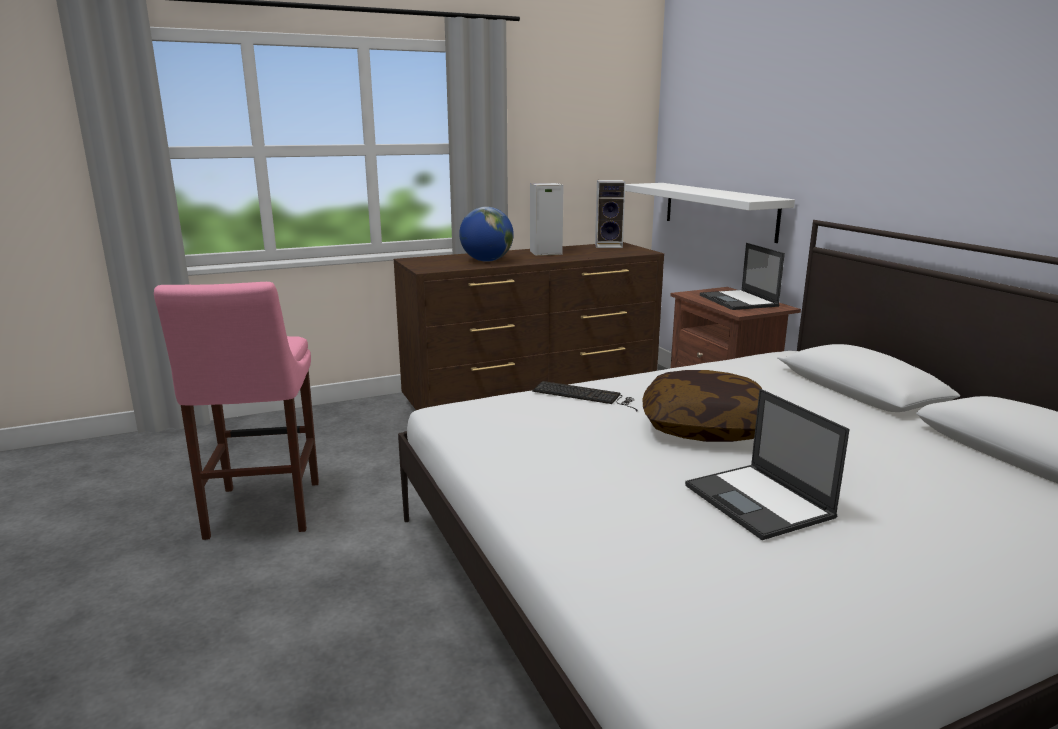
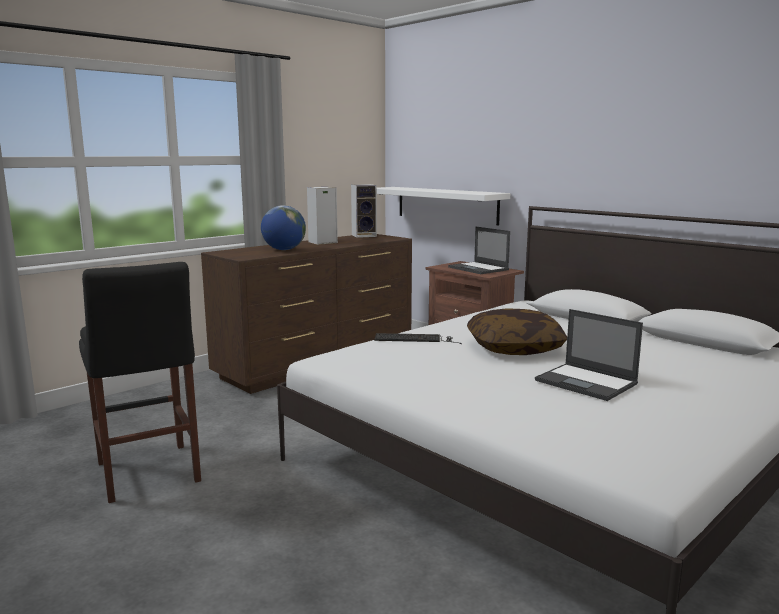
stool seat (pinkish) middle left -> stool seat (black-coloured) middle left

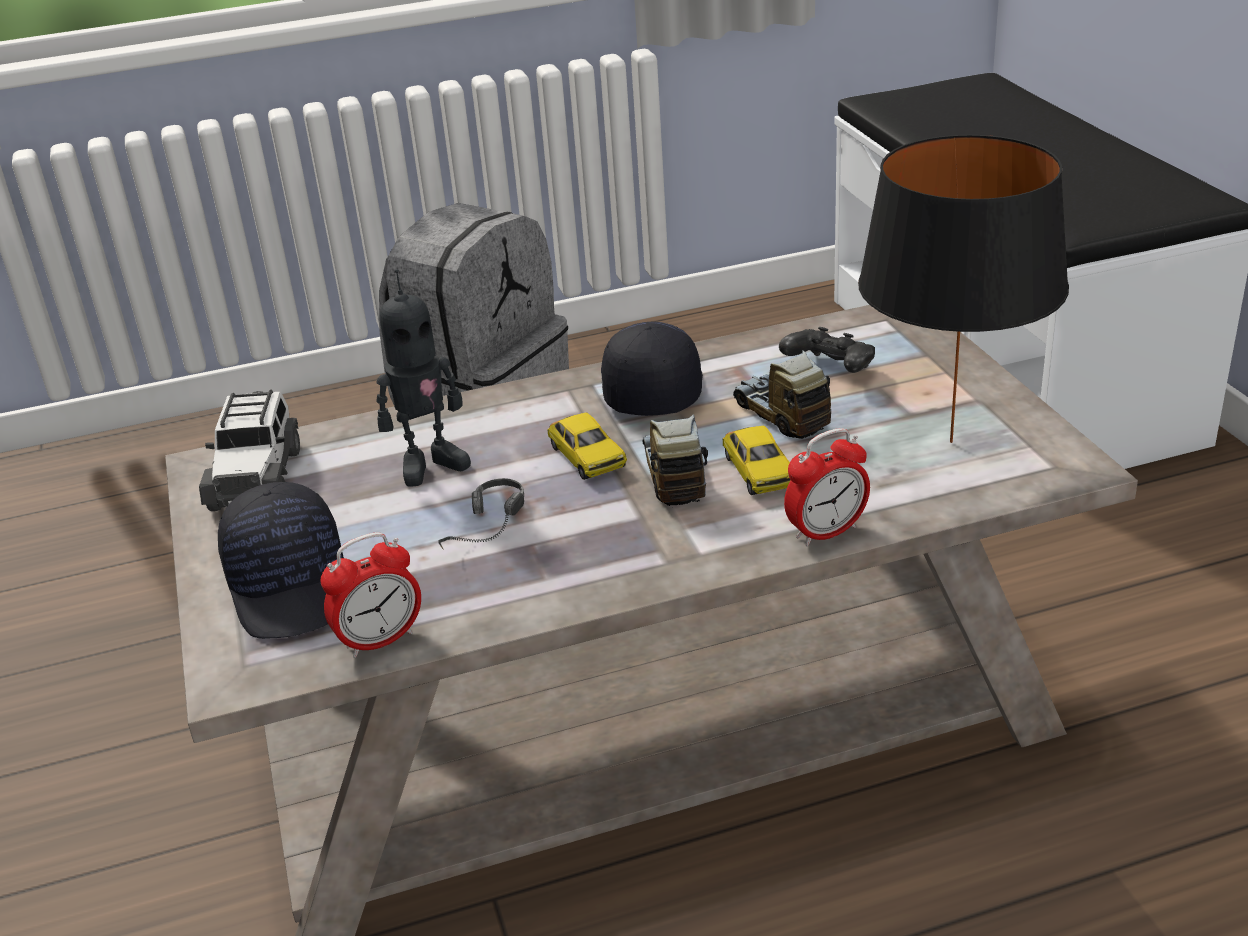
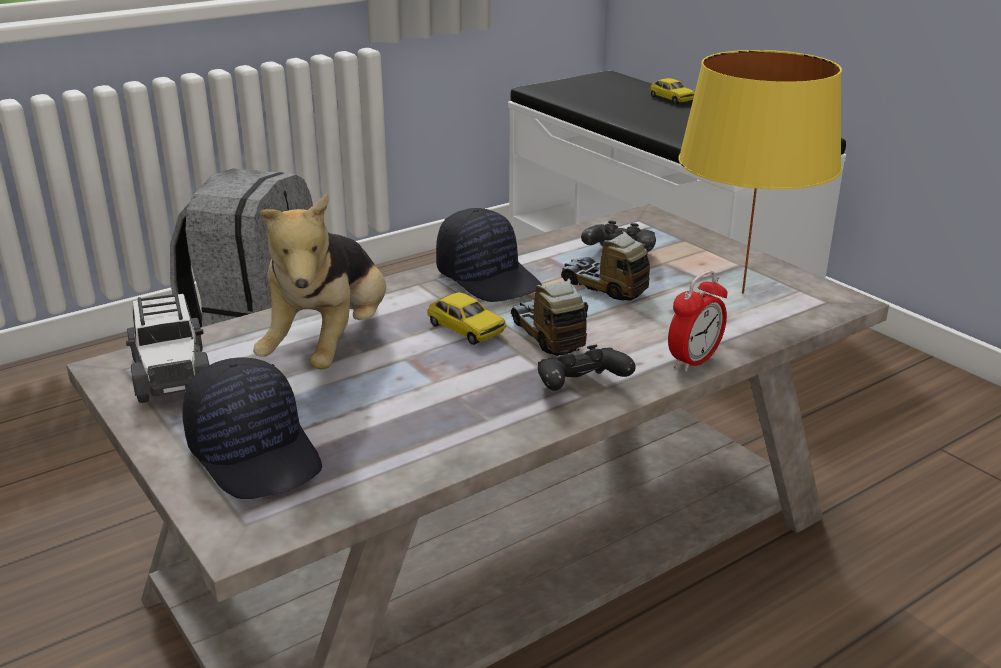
bedside clock (1st from left) middle left -> none
pair of headphones centre -> none
none -> gamepad (black-coloured) (1st from left) centre
toy car (3rd from left) centre -> toy car (3rd from left) top right, moved
toy robot centre -> cuddly toy middle left
table lamp (black-coloured) top right -> table lamp (yellow-coloured) top right
cap (black-coloured) (2nd from left) centre, 150 degrees clockwise

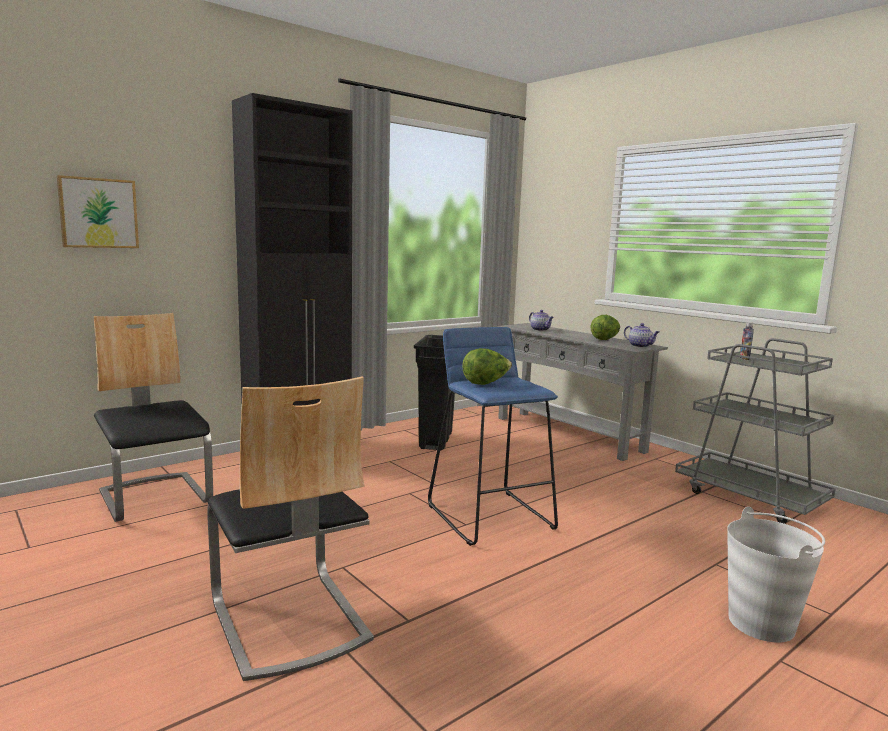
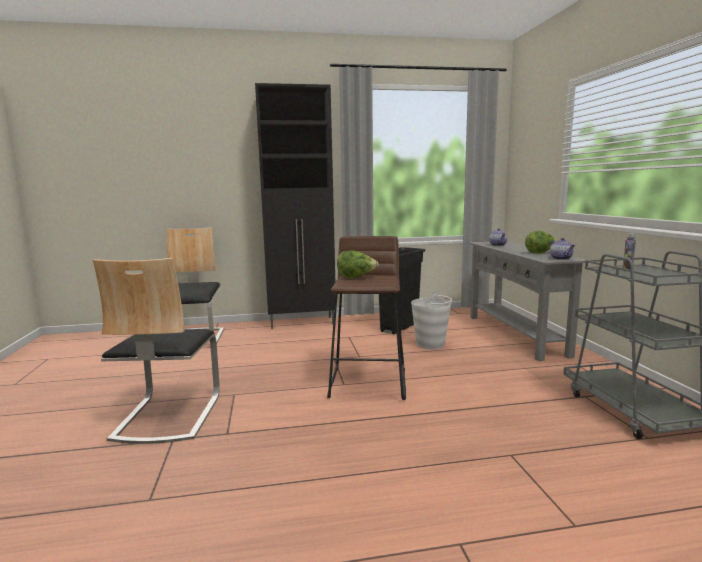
wall art top left -> none
water bucket (whitish) bottom right -> water bucket (whitish) centre, moved
stool seat (blue-coloured) centre -> stool seat (brown) centre

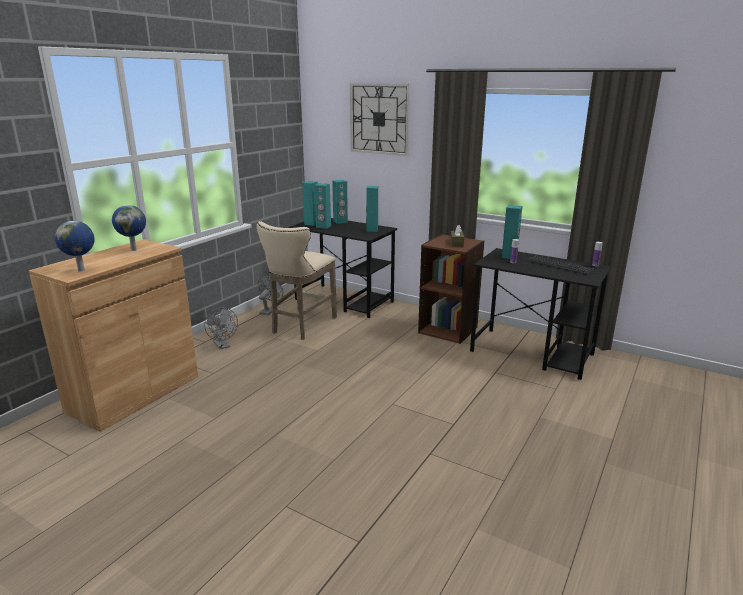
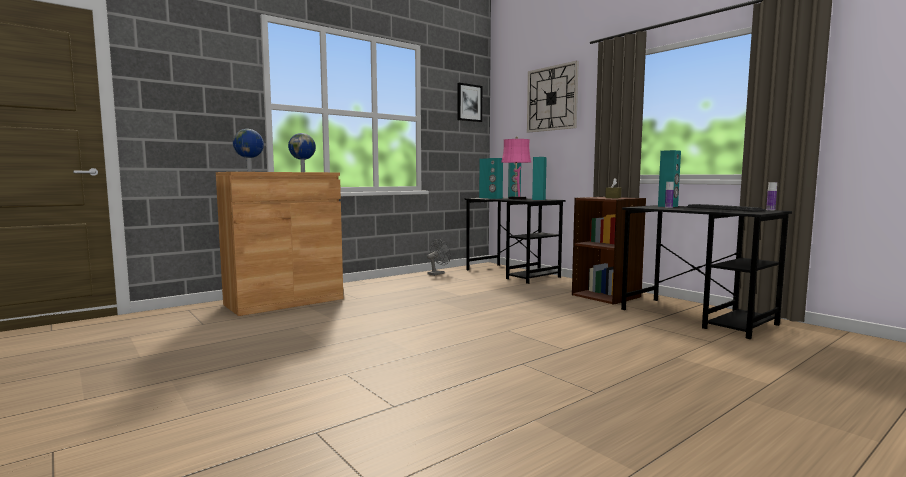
fan (greyish) (1st from left) middle left -> none
stool seat (beige) centre -> none
none -> wall art top centre
none -> table lamp (pinkish) centre

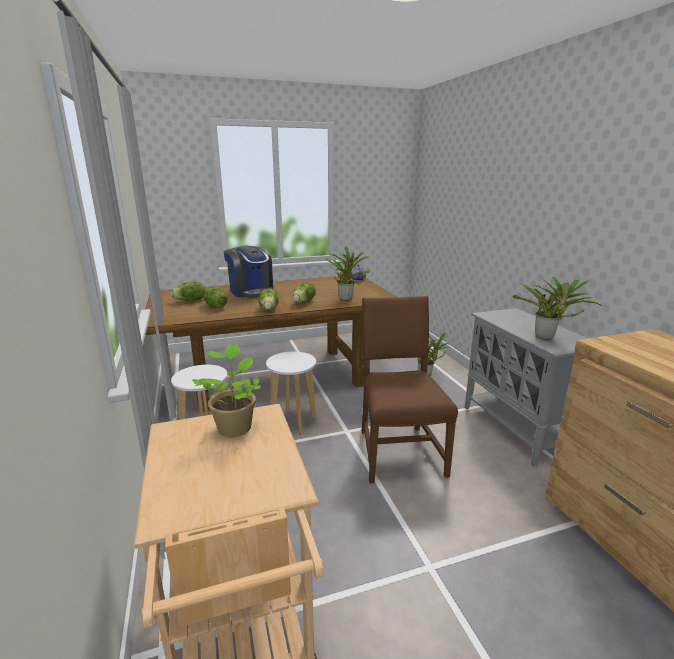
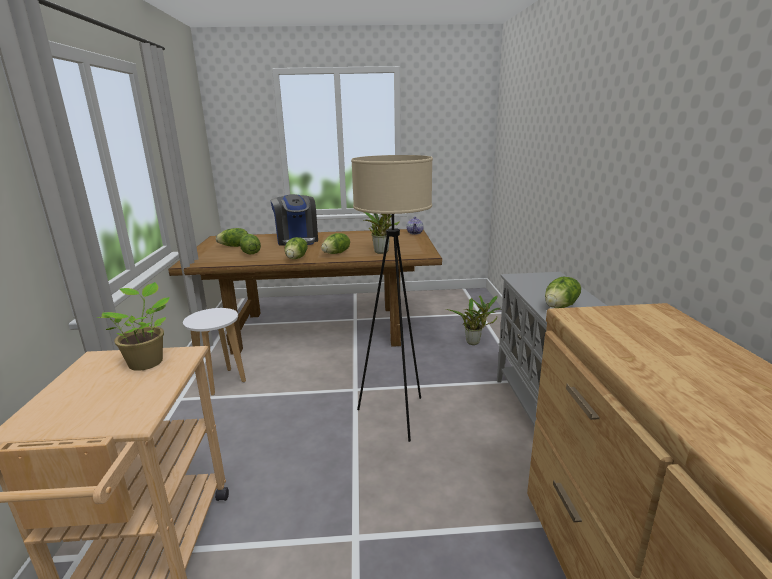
stool seat (whitish) (2nd from left) centre -> none
plain chair (brown) centre -> floor lamp (beige) centre
plant in a pot (4th from left) middle right -> lettuce head (5th from left) middle right

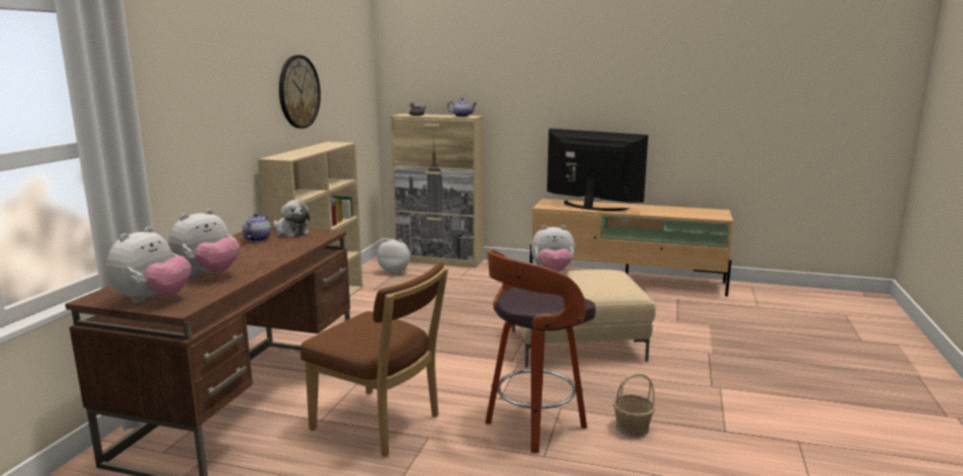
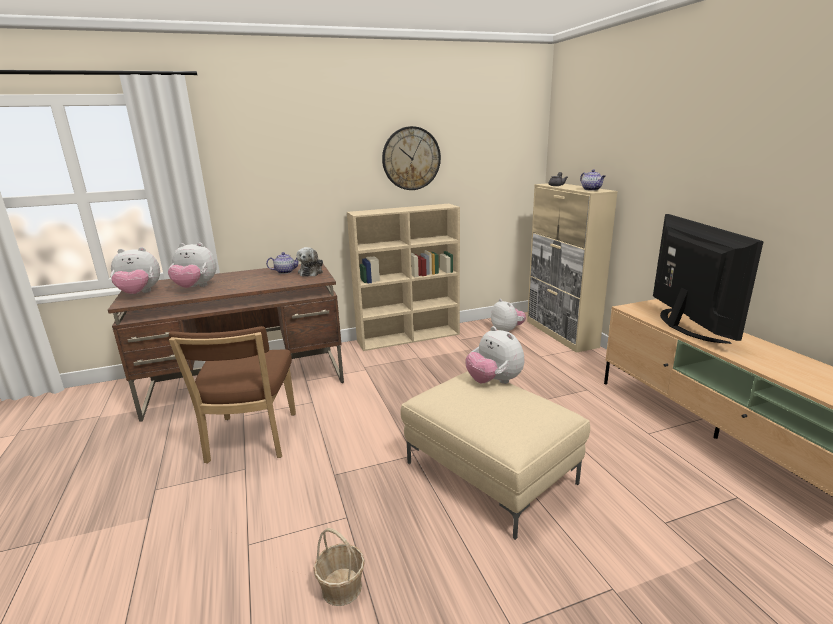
stool seat bottom centre -> none

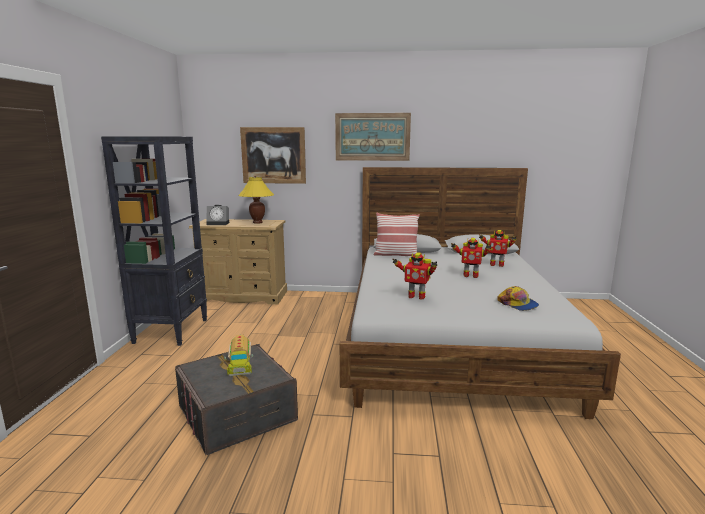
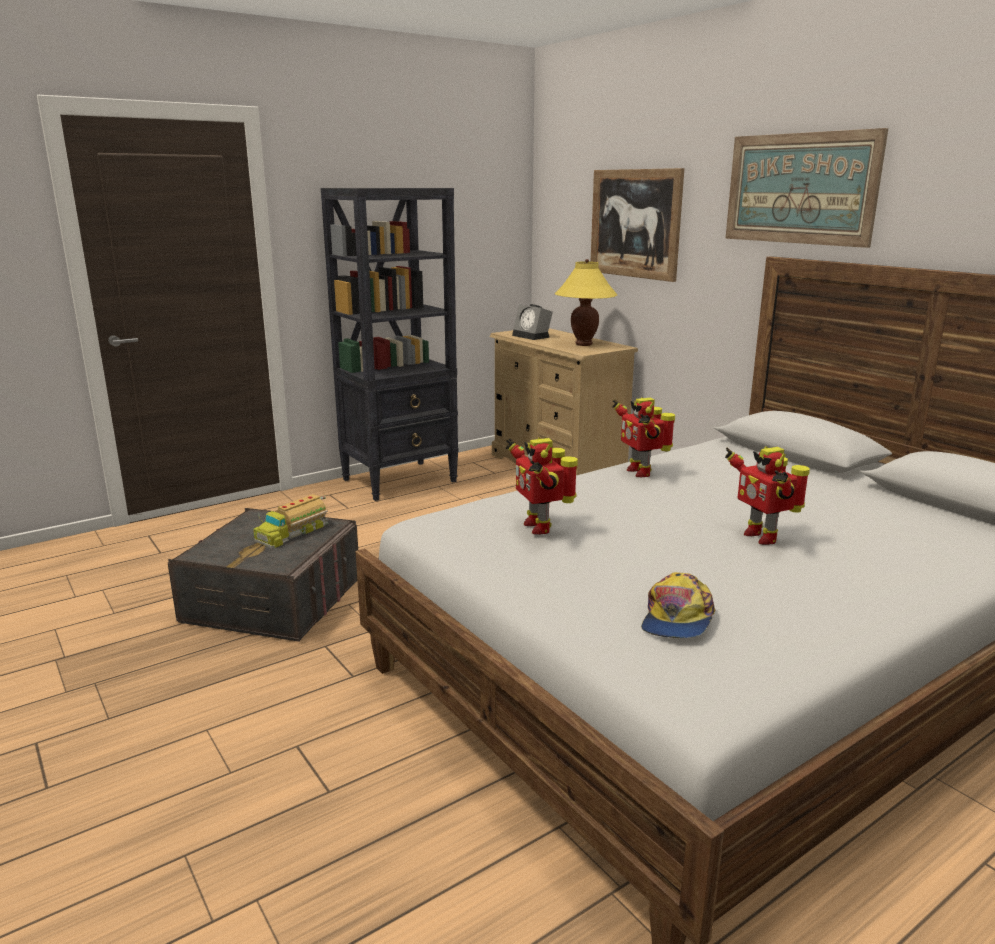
cushion centre -> none
toy robot (3rd from left in the first image) middle right -> toy robot (2nd from left) centre, moved

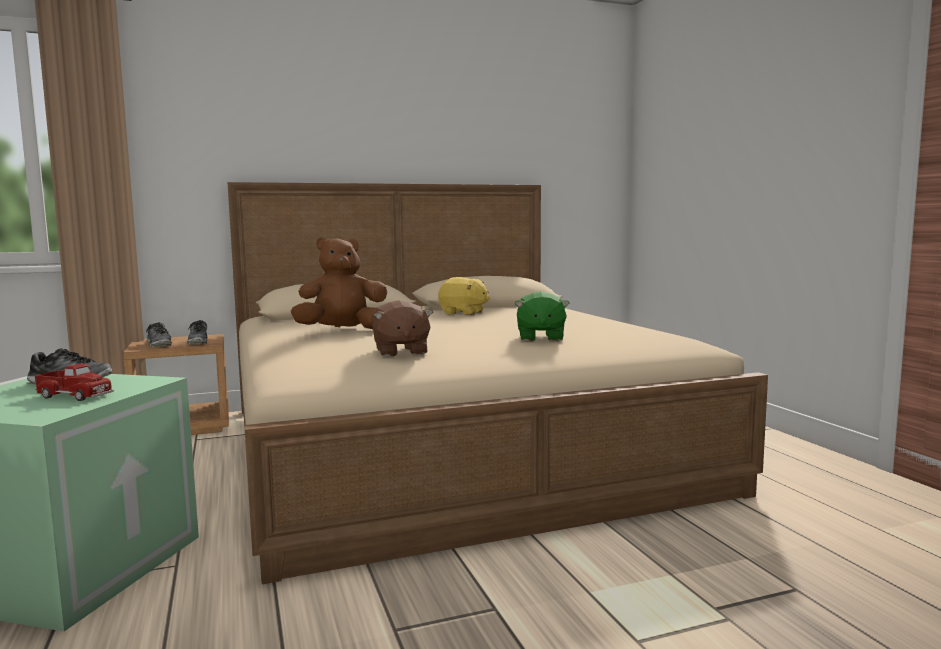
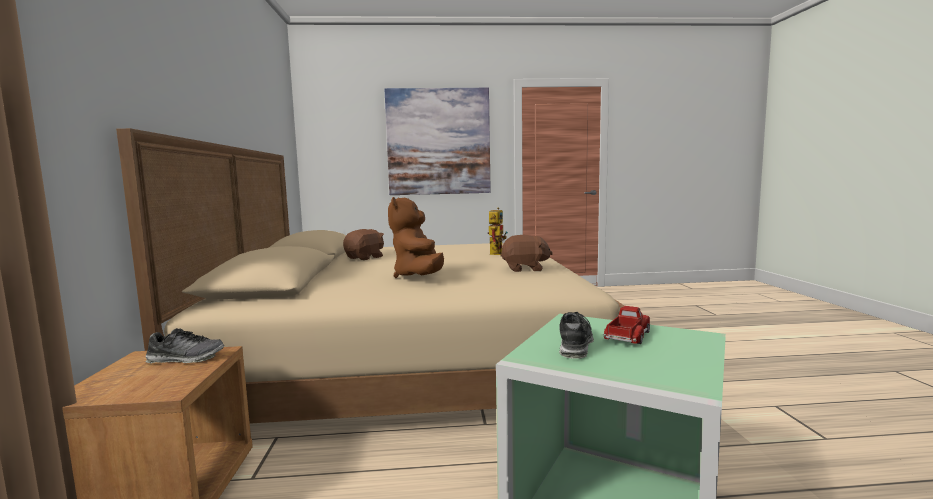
shoe (2nd from left) middle left -> none
none -> wall art top centre
cuddly toy (green) centre -> toy robot centre
cuddly toy (yellow-coloured) centre -> cuddly toy (brown) (1st from left) centre

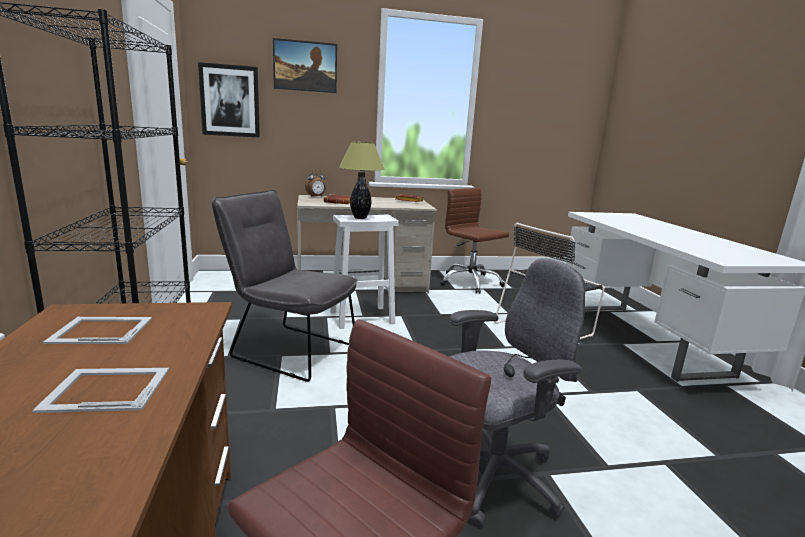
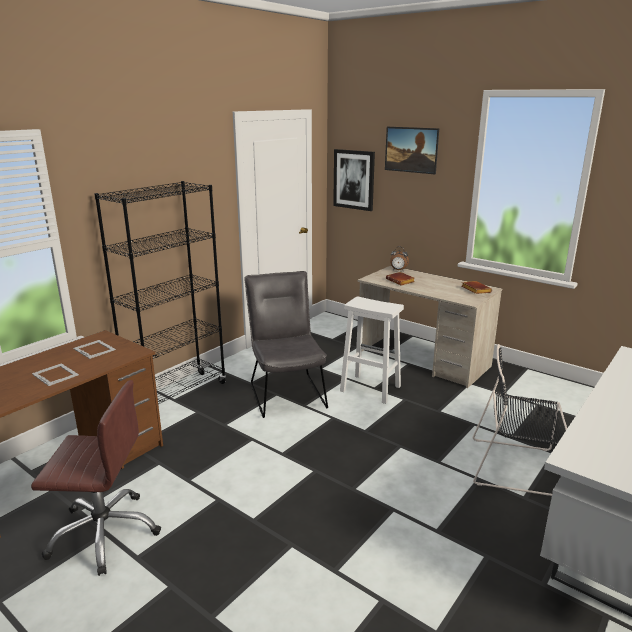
table lamp centre -> none
desk chair (brown) (2nd from left) centre -> none
desk chair (greyish) bottom centre -> none

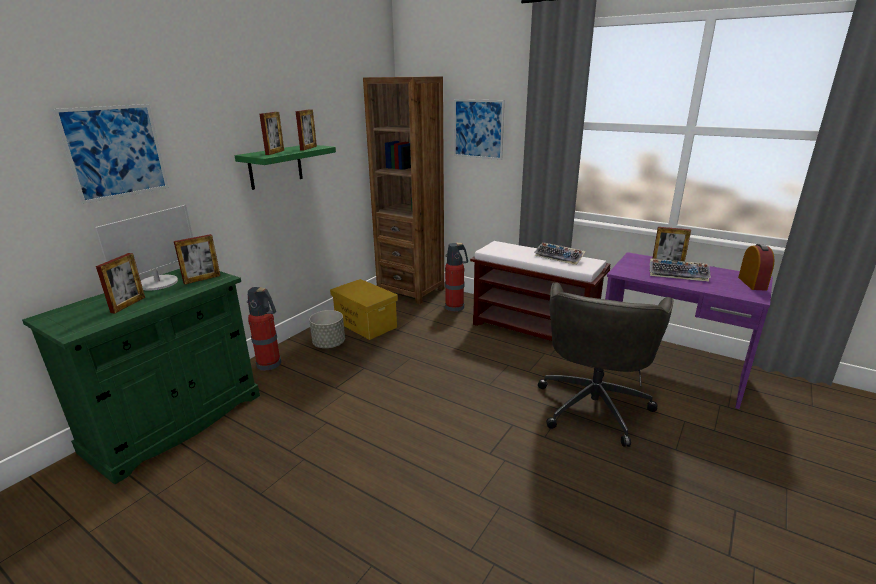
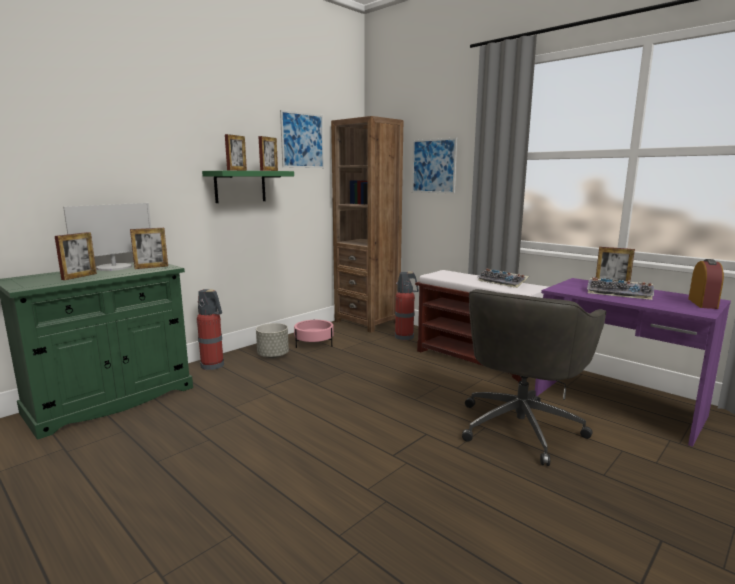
wall art (1st from left) top left -> wall art (1st from left) top centre, moved
storage container (yellow-coloured) centre -> flower pot (pinkish) centre

